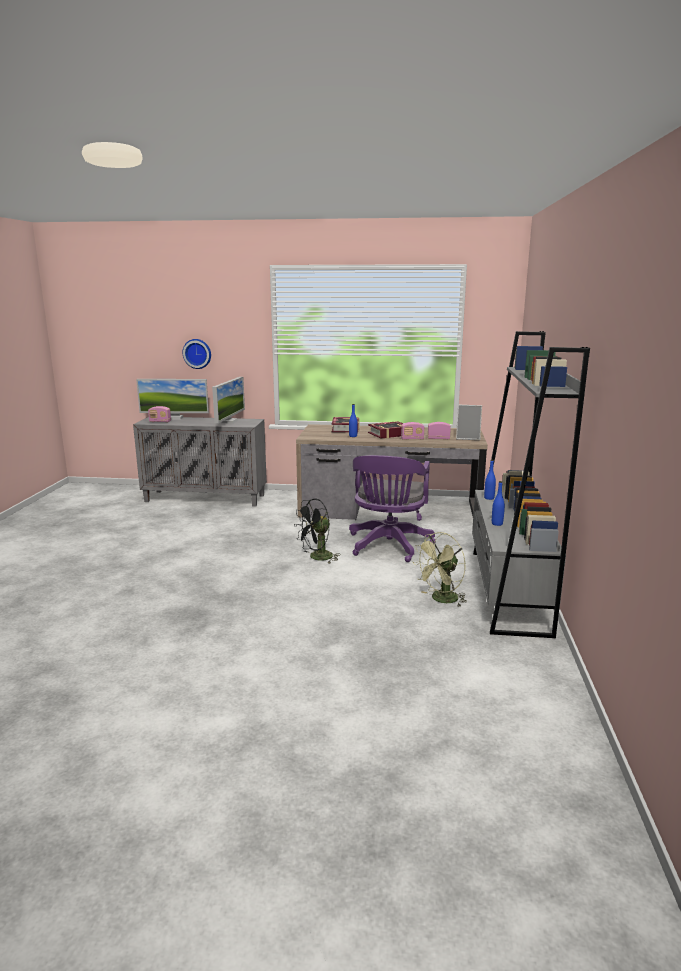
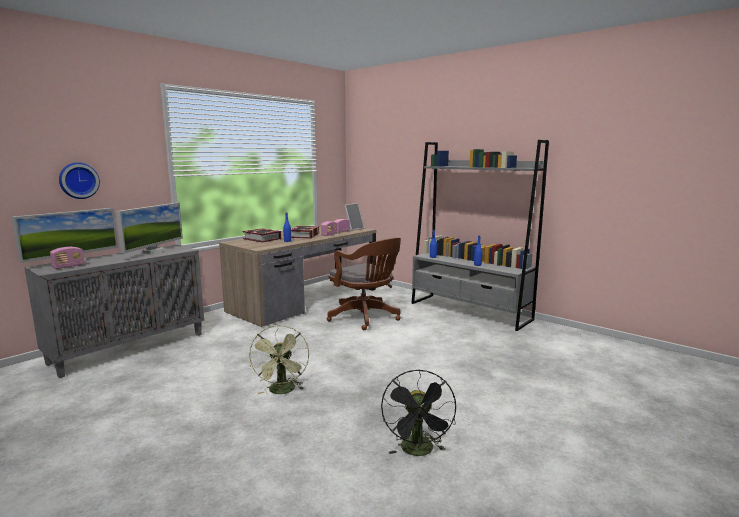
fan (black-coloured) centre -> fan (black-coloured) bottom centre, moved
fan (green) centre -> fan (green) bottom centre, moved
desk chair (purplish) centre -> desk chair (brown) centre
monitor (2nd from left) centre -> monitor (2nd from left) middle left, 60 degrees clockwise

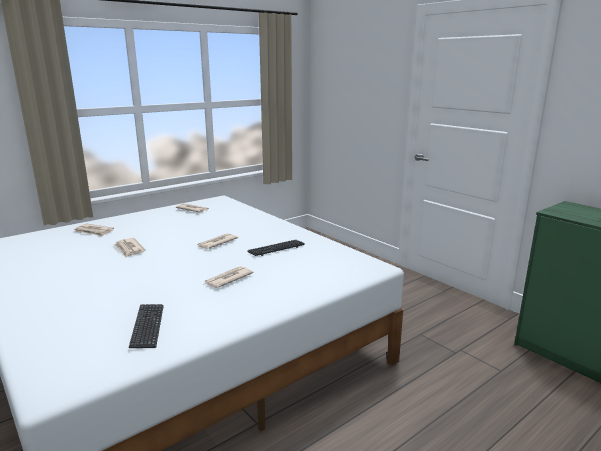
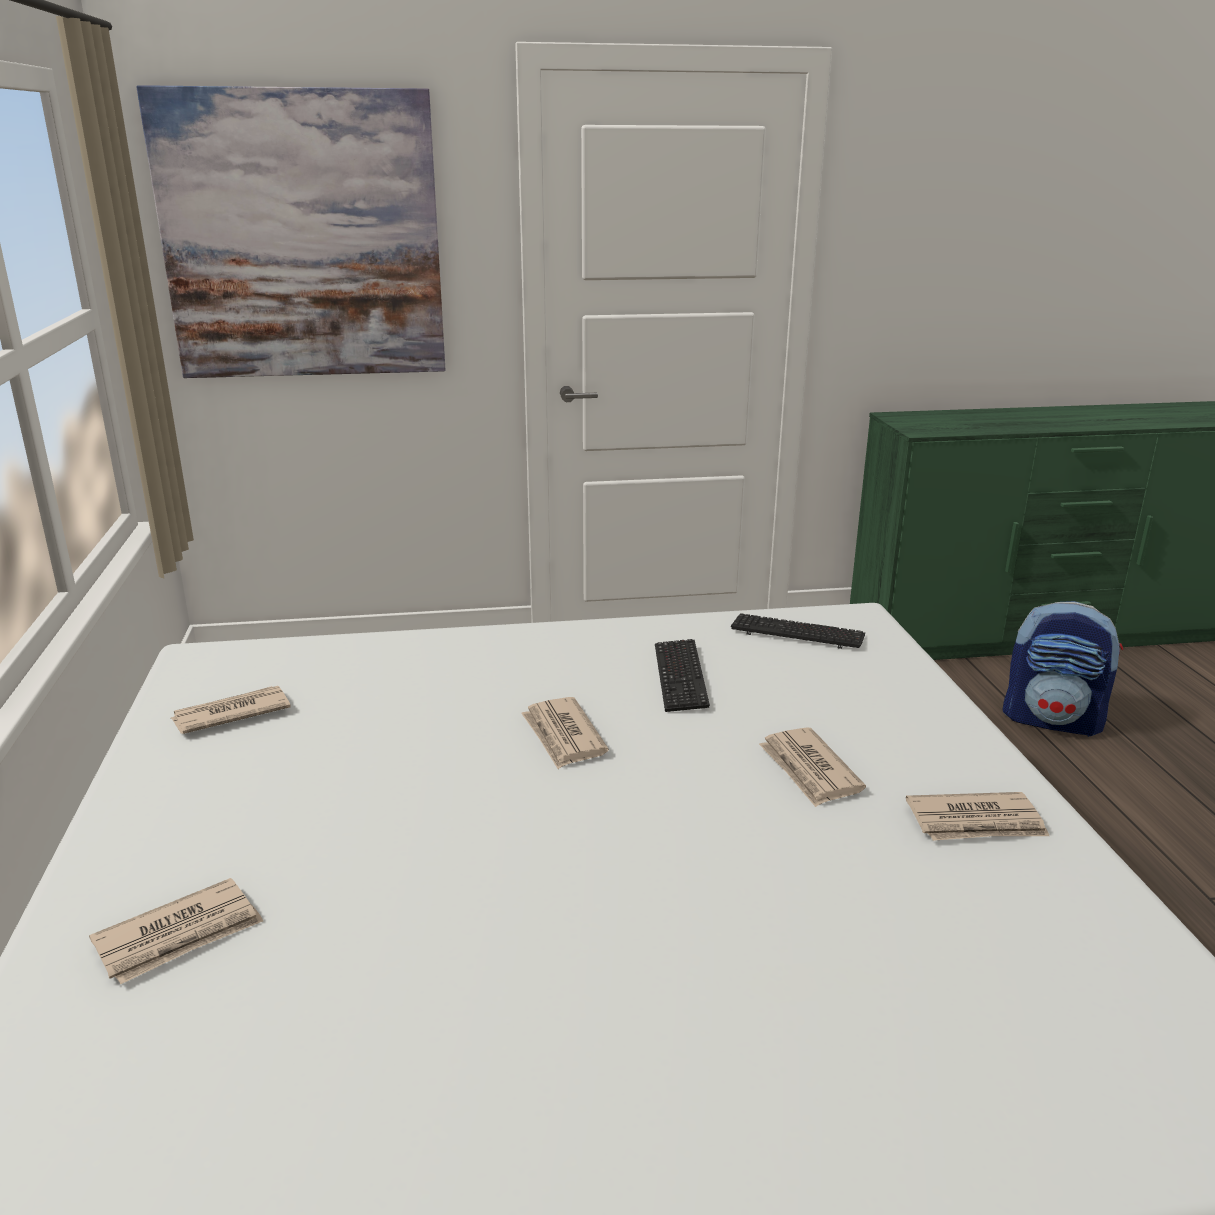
none -> wall art top left
none -> rucksack middle right
printed paper (2nd from left in the first image) middle left -> printed paper (5th from left) bottom right, moved
computer keyboard (1st from left in the first image) bottom left -> computer keyboard (2nd from left) centre, moved

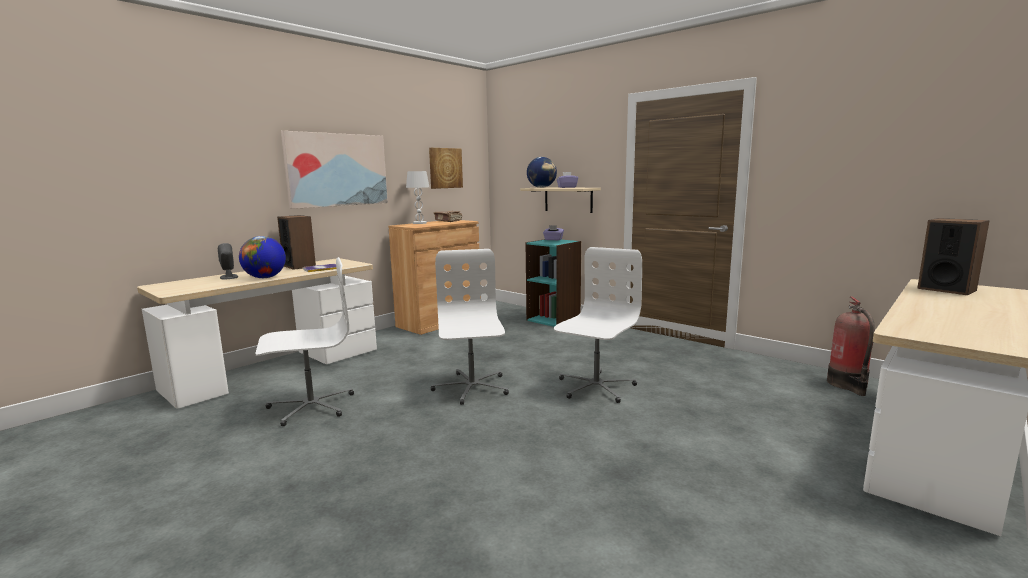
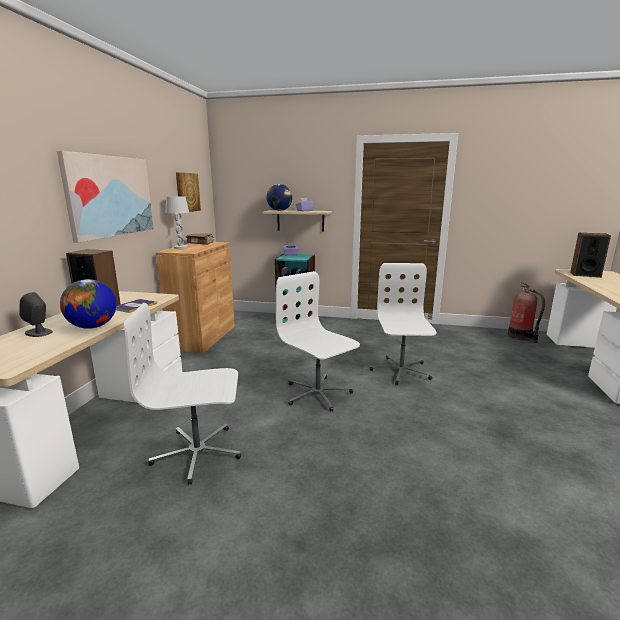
desk chair (whitish) (1st from left) middle left, 135 degrees counterclockwise

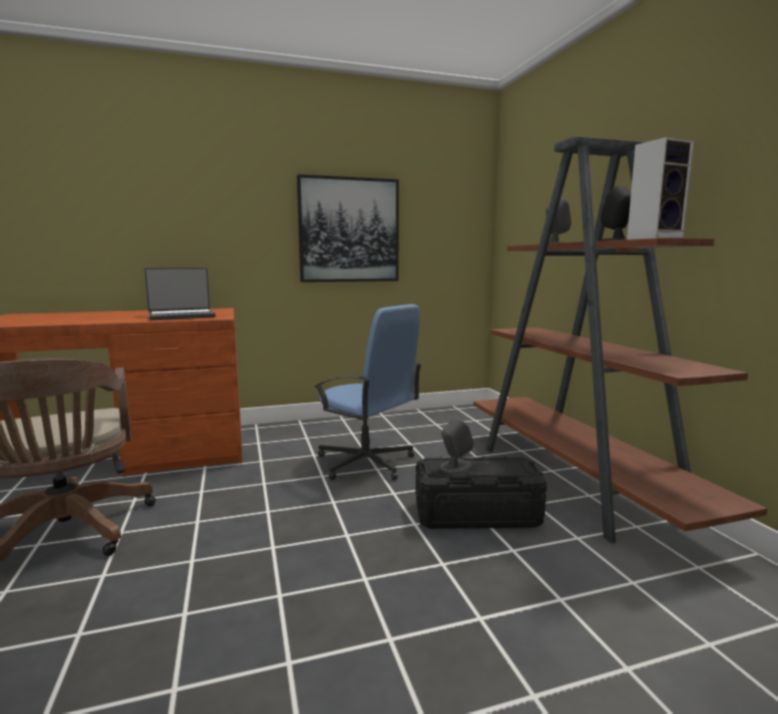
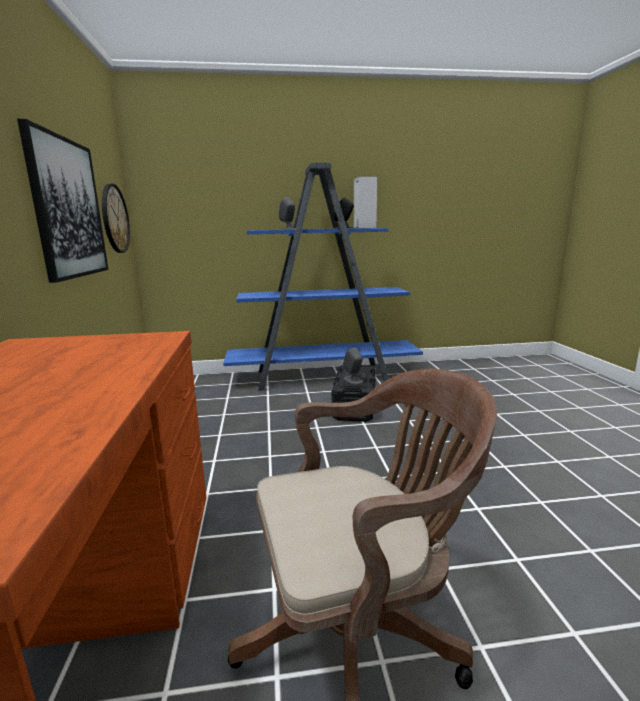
notebook computer middle left -> none
desk chair (blue-coloured) centre -> none
none -> clock on the wall top left
bookshelf (brown) middle right -> bookshelf (blue-coloured) centre

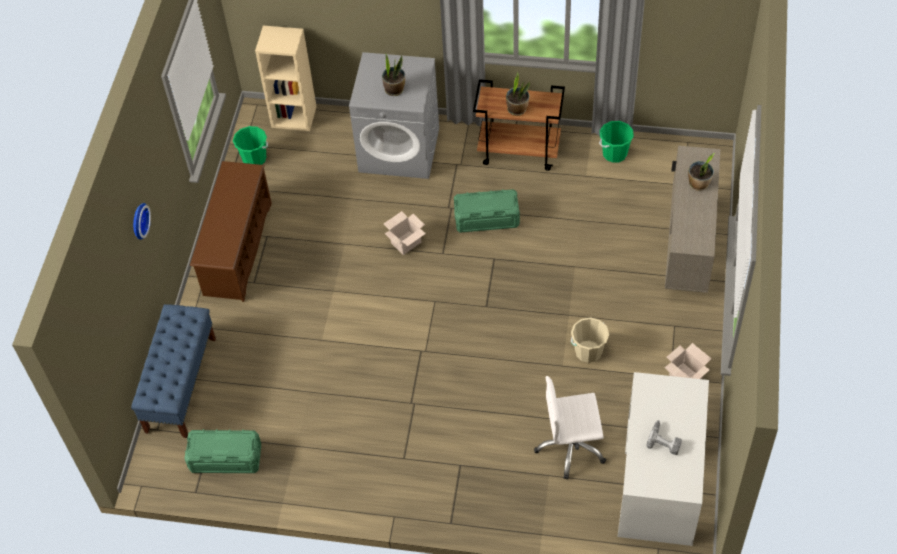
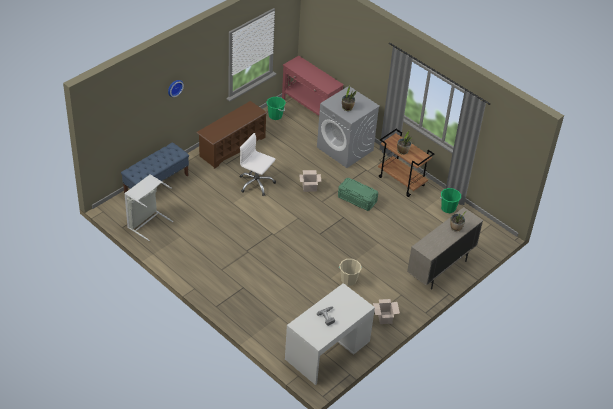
desk chair (whitish) bottom centre -> desk chair (whitish) centre, moved
storage container (green) (1st from left) bottom left -> hamper (greyish) middle left
bookshelf (beige) top left -> console table (red-coloured) top centre

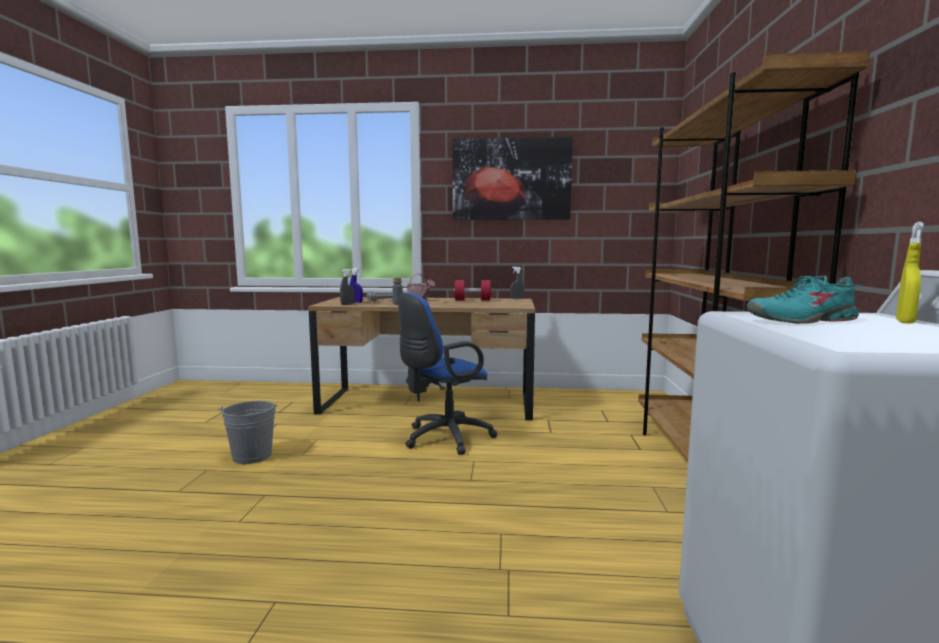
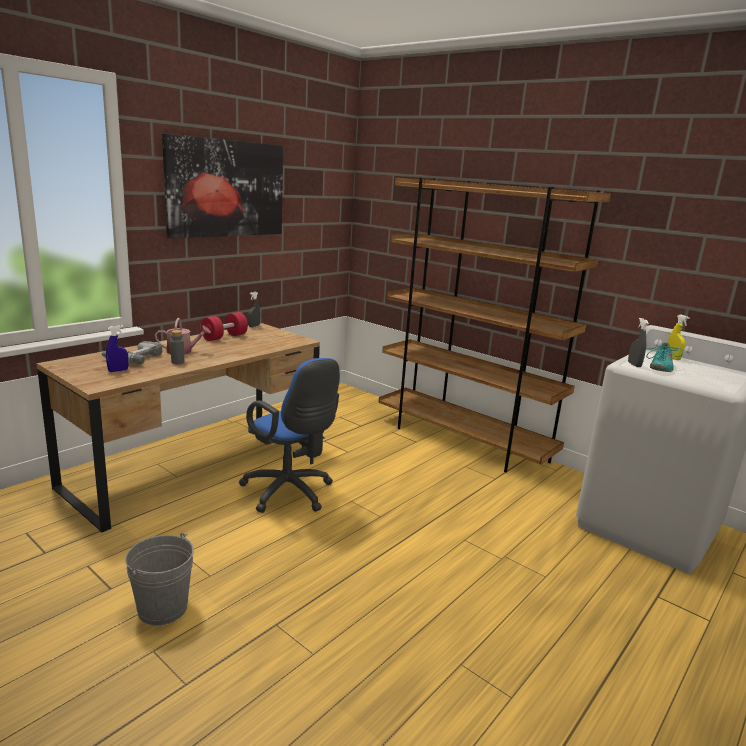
spray bottle (greyish) (1st from left in the first image) centre -> spray bottle (greyish) (2nd from left) middle right, moved
desk chair (blue-coloured) centre, 45 degrees counterclockwise

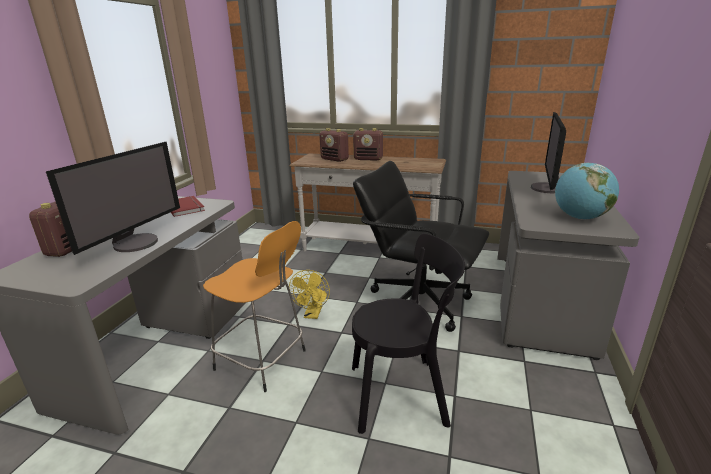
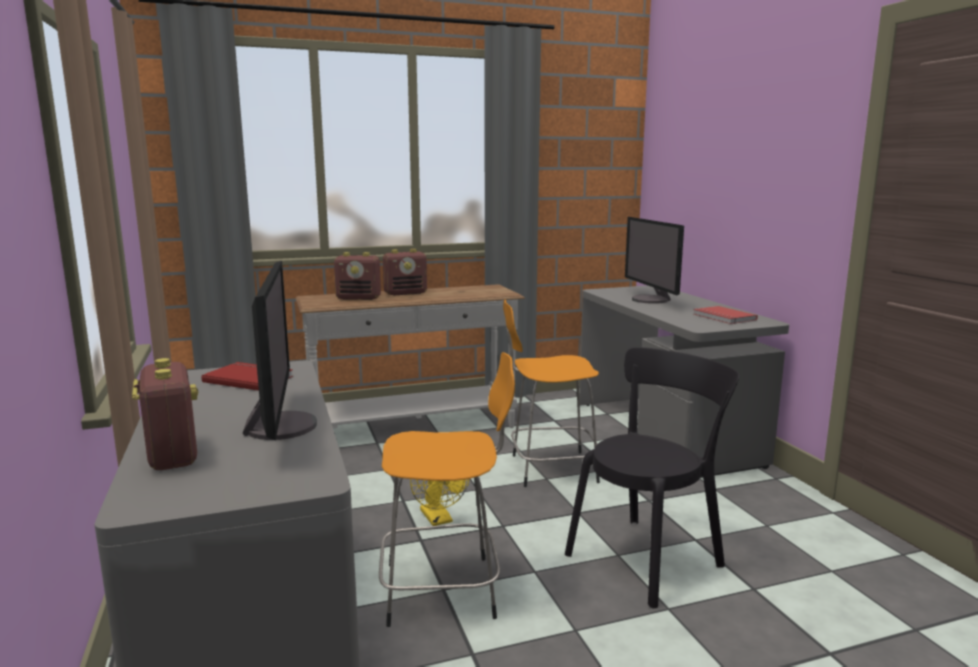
desk chair (black-coloured) centre -> stool seat (orange) (2nd from left) centre
world globe middle right -> book (red-coloured) (2nd from left) middle right

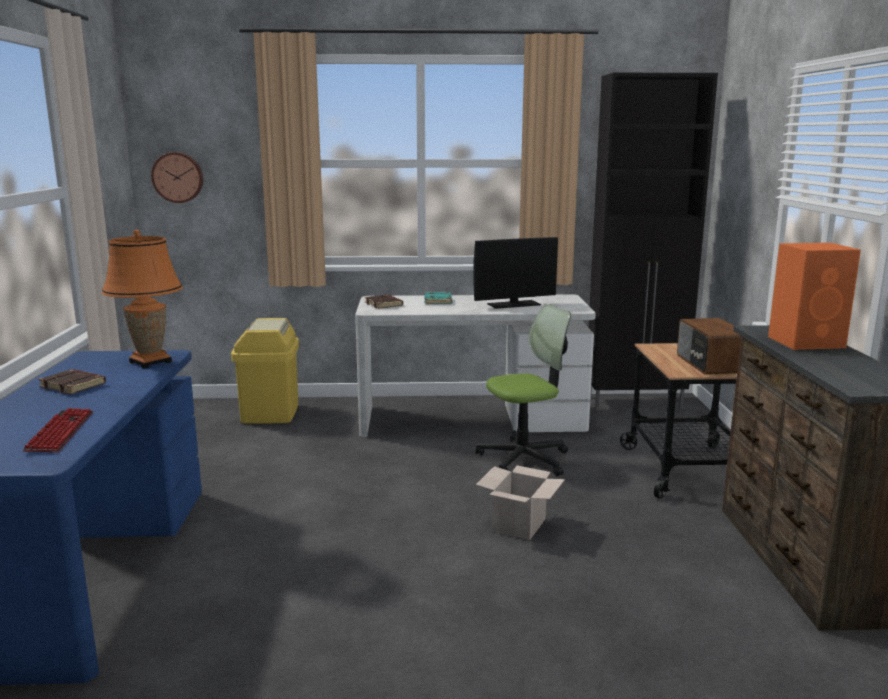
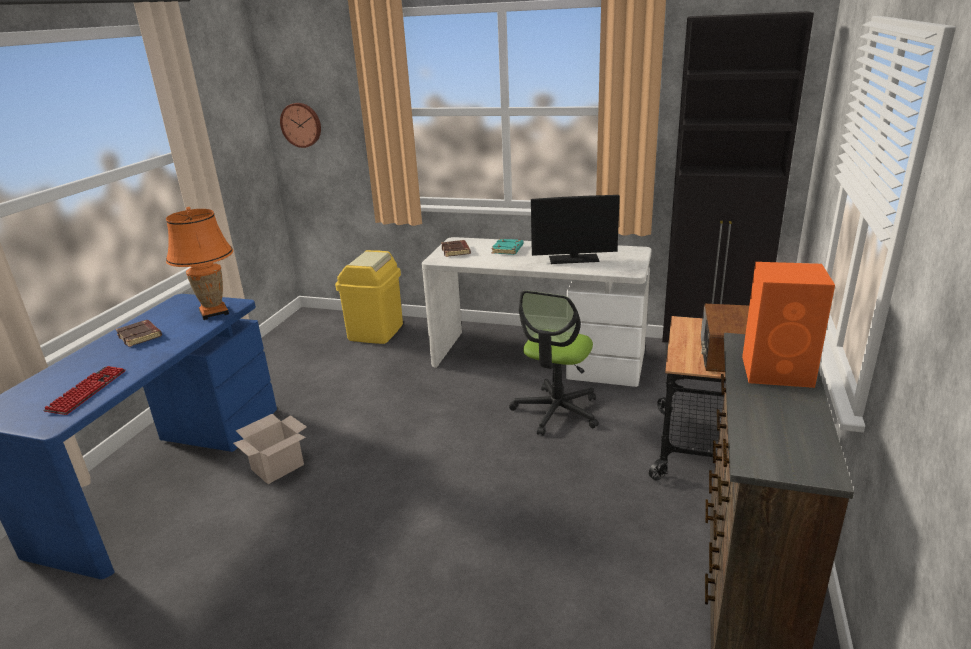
carton bottom centre -> carton bottom left, moved
desk chair centre, 120 degrees clockwise

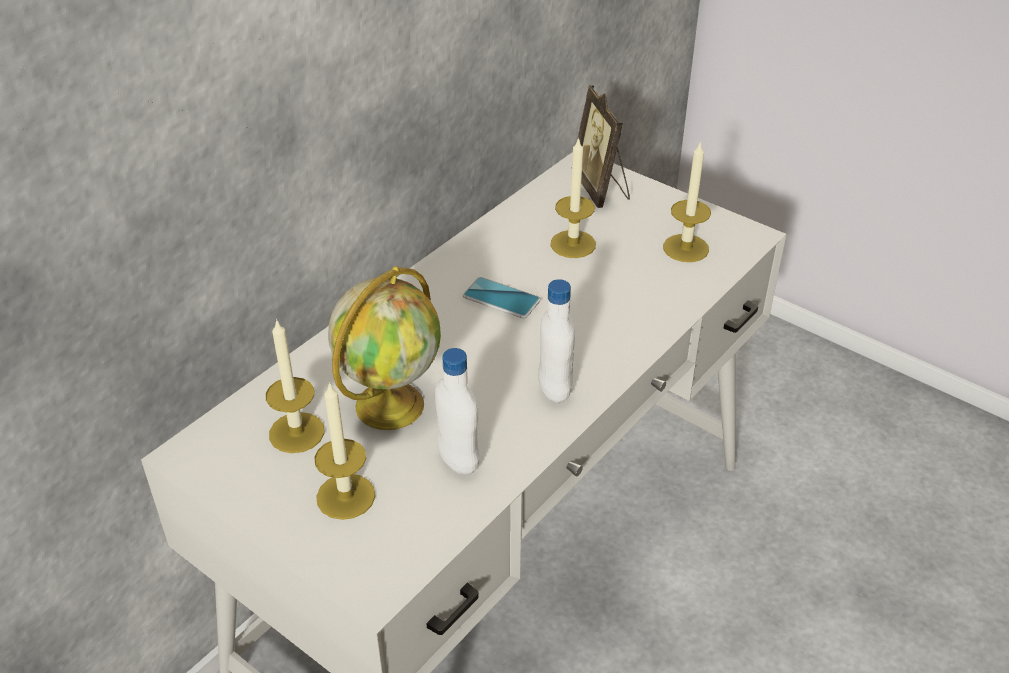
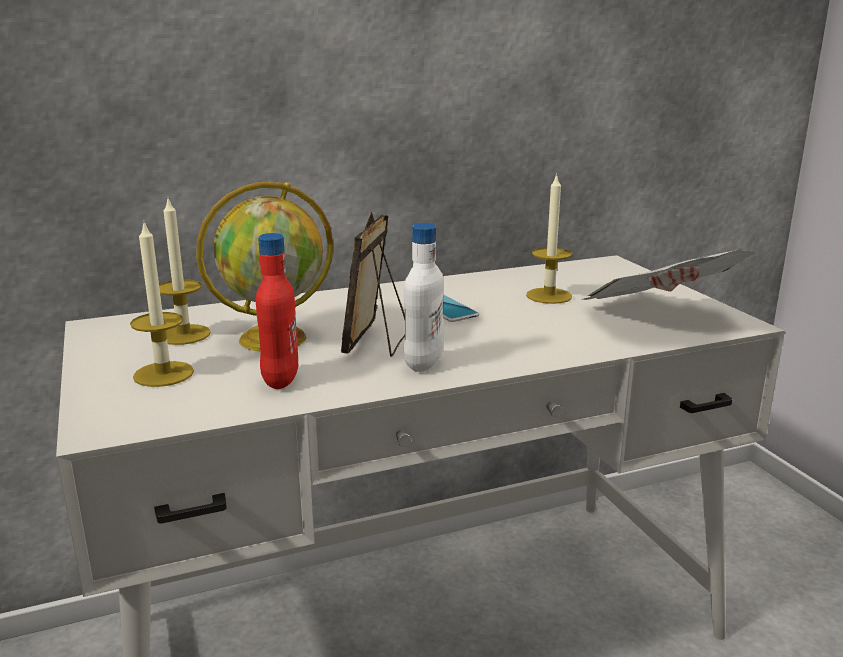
picture frame top centre -> picture frame centre, moved
wax candle (4th from left) top right -> printed paper middle right
drink bottle (whitish) (1st from left) centre -> drink bottle (red-coloured) middle left

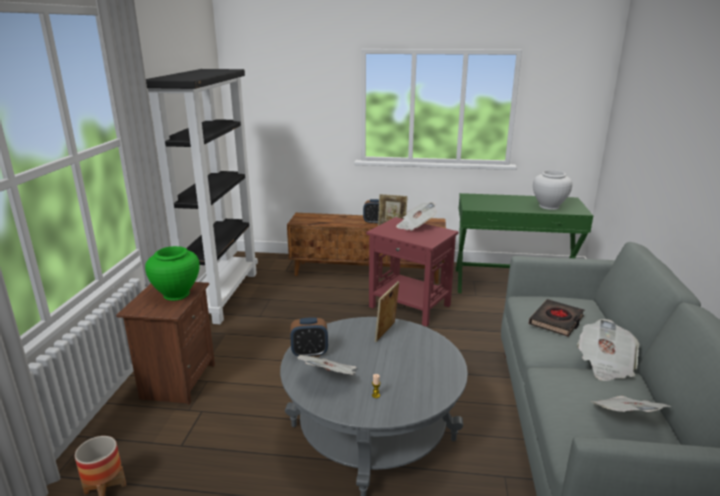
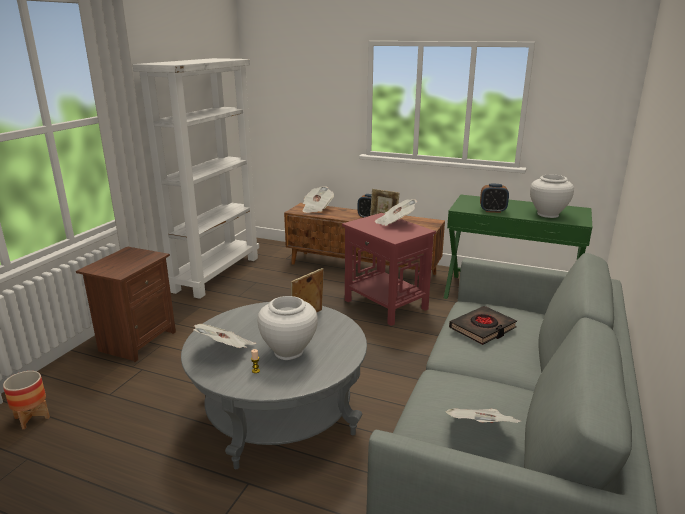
decorative vase (green) middle left -> none
none -> decorative vase (whitish) (1st from left) centre
bedside clock (1st from left in the first image) bottom centre -> bedside clock (2nd from left) middle right, moved
printed paper (3rd from left in the first image) bottom right -> printed paper (2nd from left) centre, moved
bookshelf (black-coloured) middle left -> bookshelf (whitish) middle left

